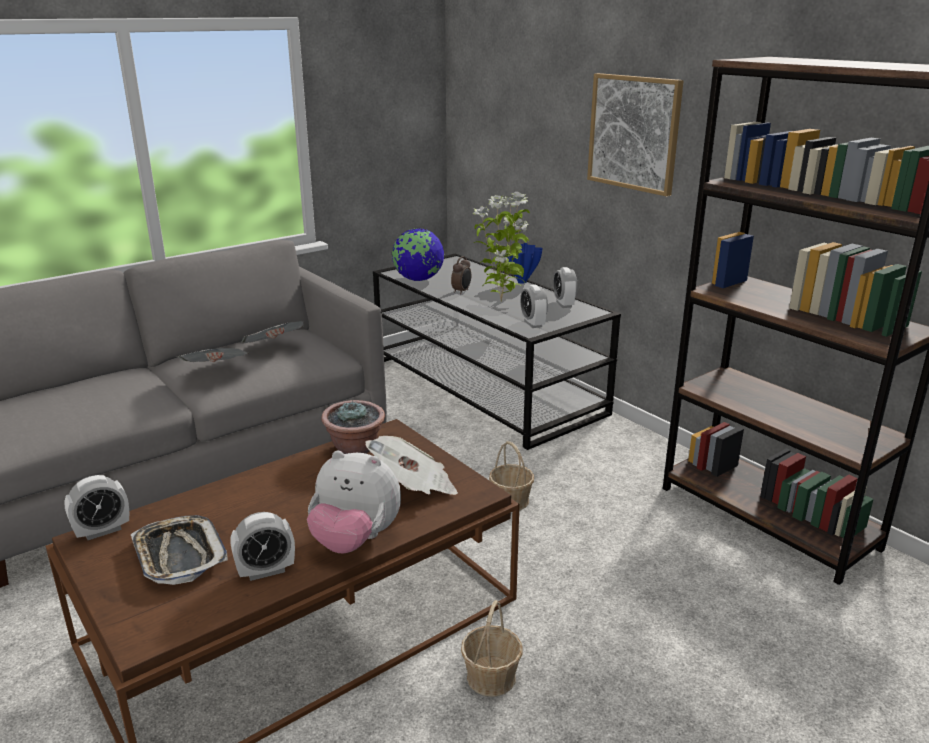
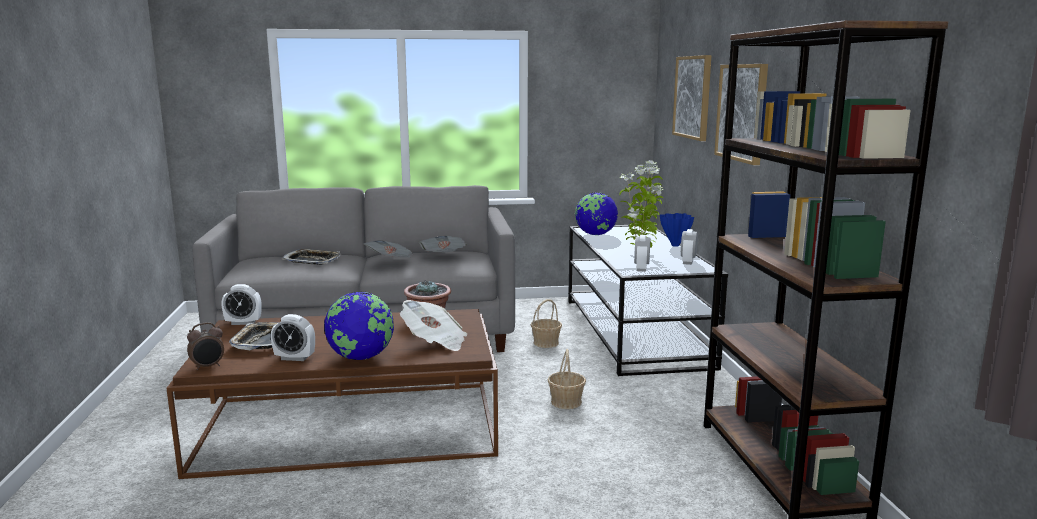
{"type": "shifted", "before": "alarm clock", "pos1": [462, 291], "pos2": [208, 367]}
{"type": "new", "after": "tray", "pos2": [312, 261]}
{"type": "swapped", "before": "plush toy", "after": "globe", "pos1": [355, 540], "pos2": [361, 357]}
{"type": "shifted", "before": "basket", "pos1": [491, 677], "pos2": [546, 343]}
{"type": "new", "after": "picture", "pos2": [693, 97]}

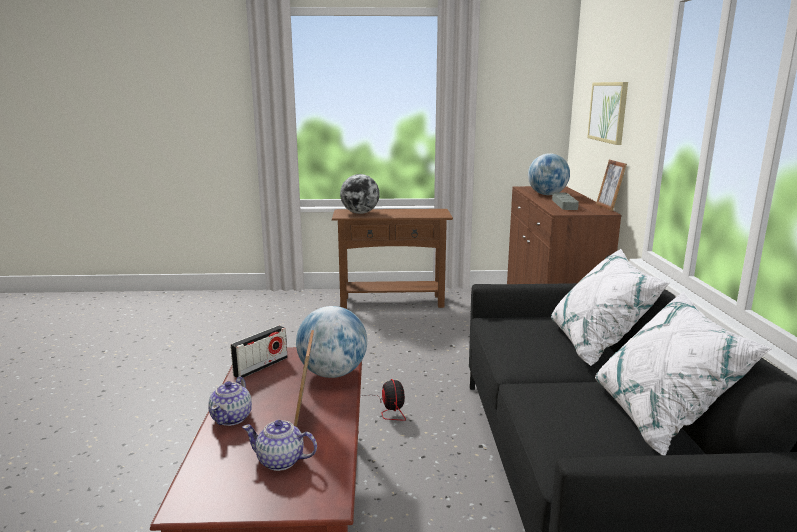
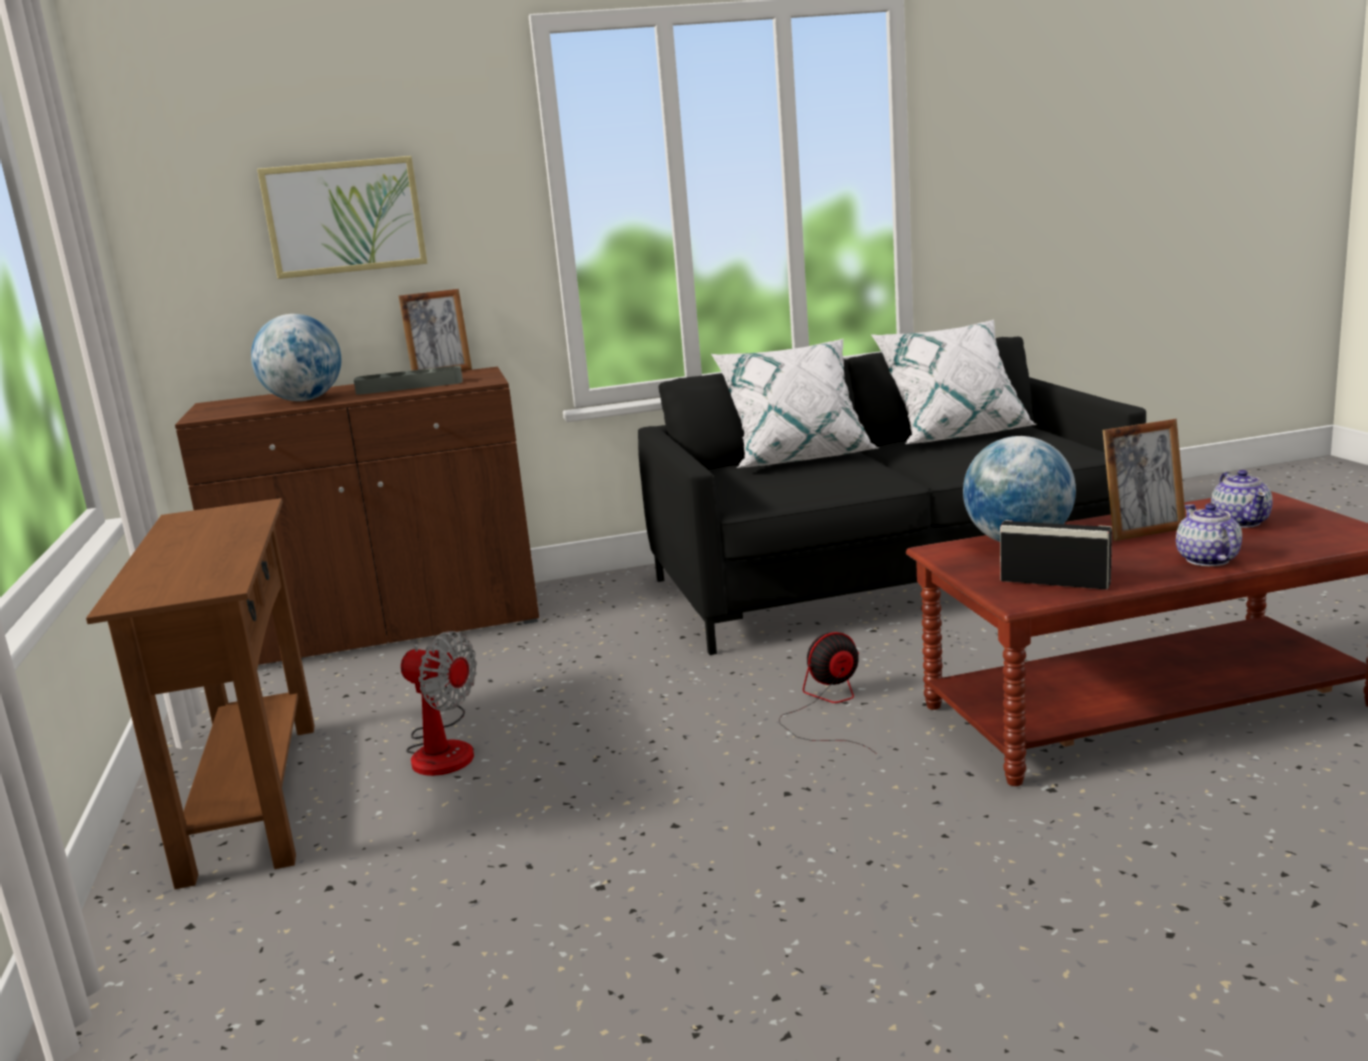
{"type": "new", "after": "fan", "pos2": [443, 749]}
{"type": "rotated", "before": "teapot", "pos1": [232, 418], "pos2": [1207, 560], "turn": -90}
{"type": "gone", "before": "globe", "pos1": [360, 213]}

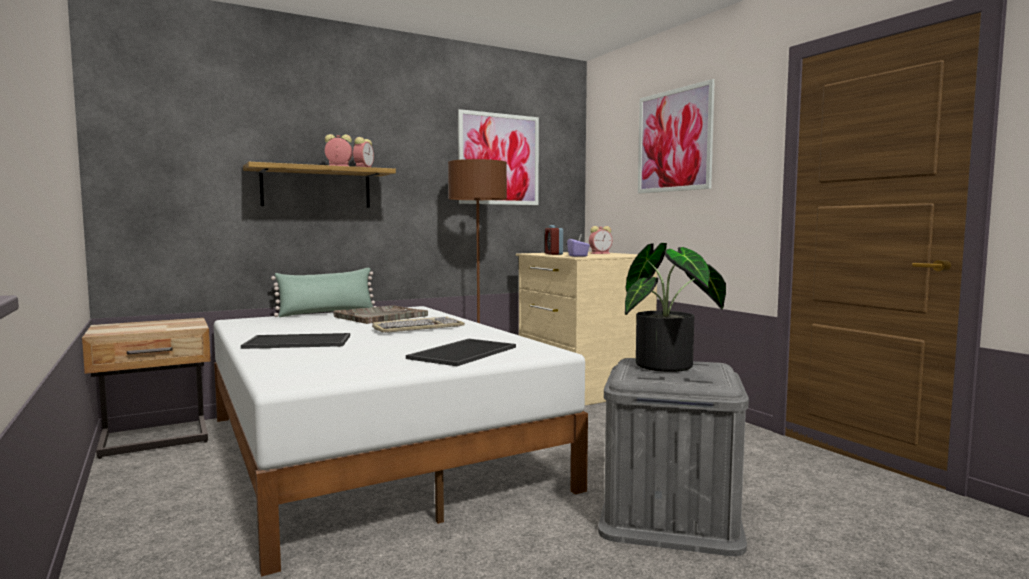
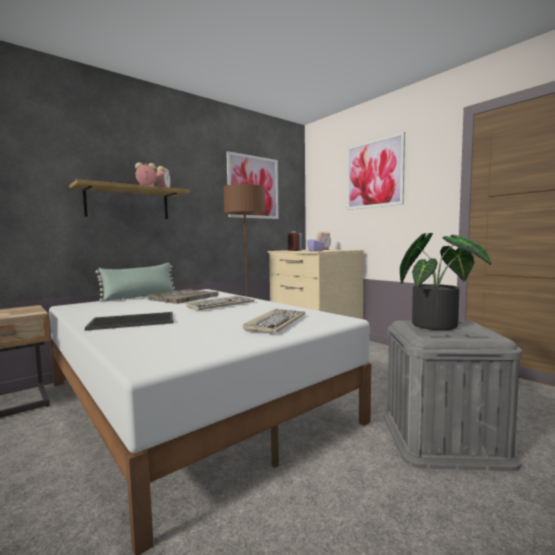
{"type": "swapped", "before": "tray", "after": "keyboard", "pos1": [462, 352], "pos2": [276, 323]}

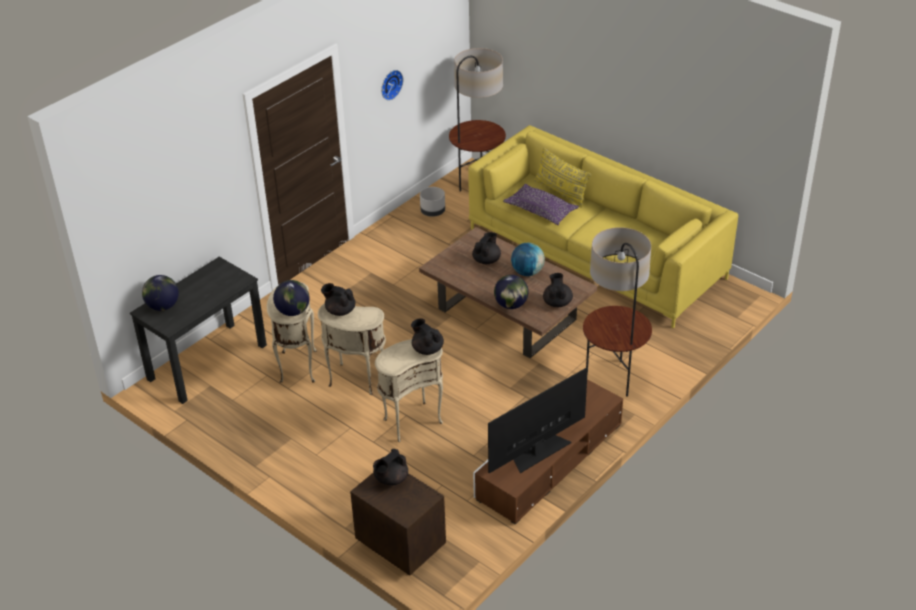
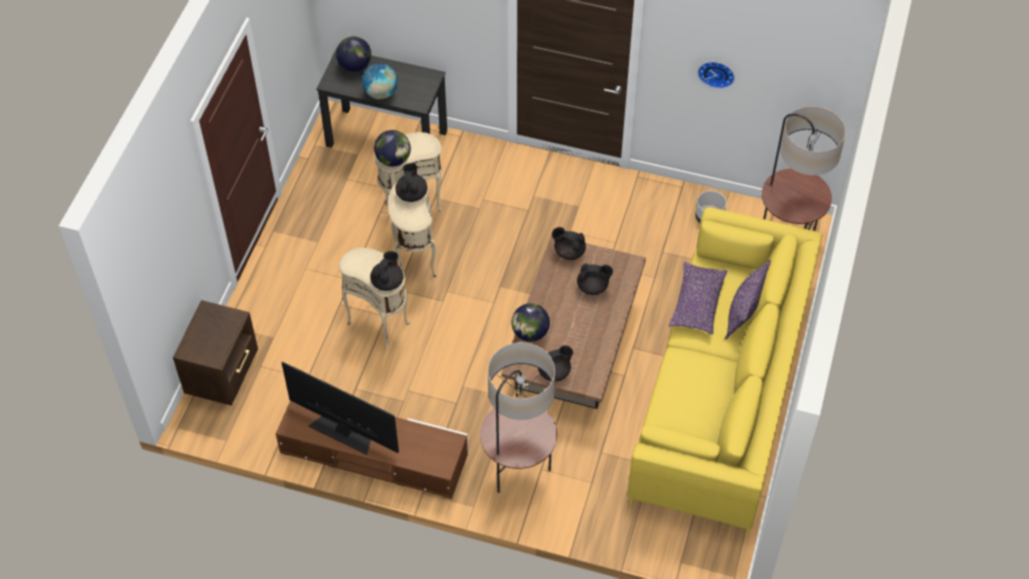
{"type": "shifted", "before": "globe", "pos1": [527, 272], "pos2": [381, 93]}
{"type": "shifted", "before": "teapot/black", "pos1": [390, 479], "pos2": [569, 251]}
{"type": "repainted", "before": "pillow/yellow", "after": "pillow/purple", "pos1": [561, 192], "pos2": [744, 311]}

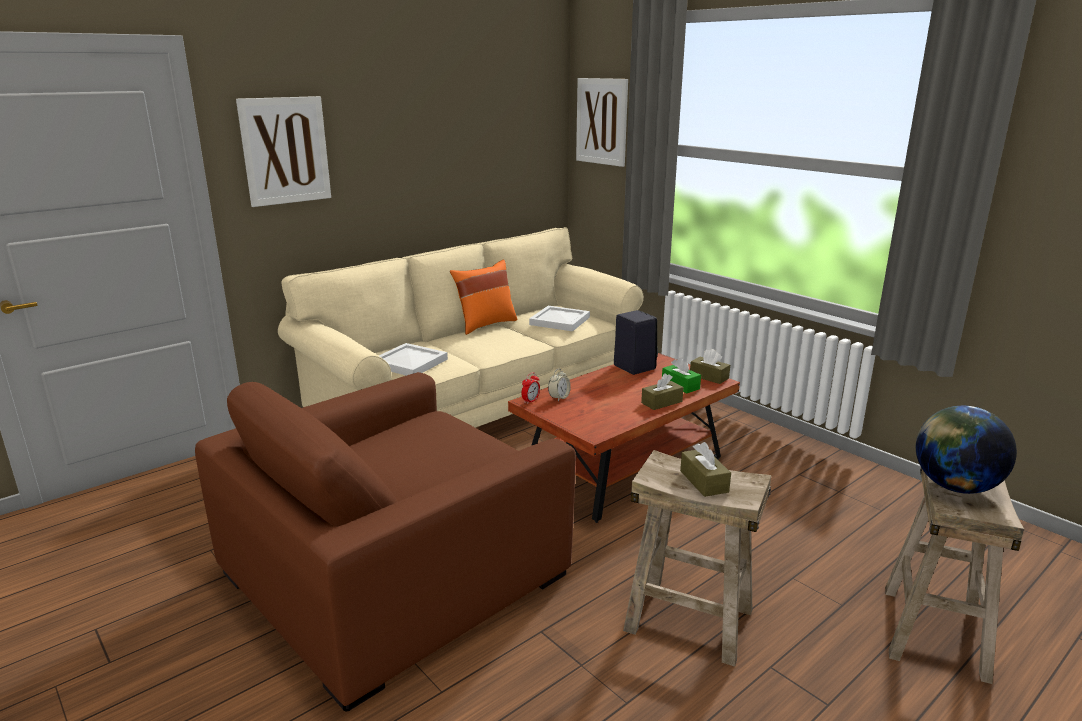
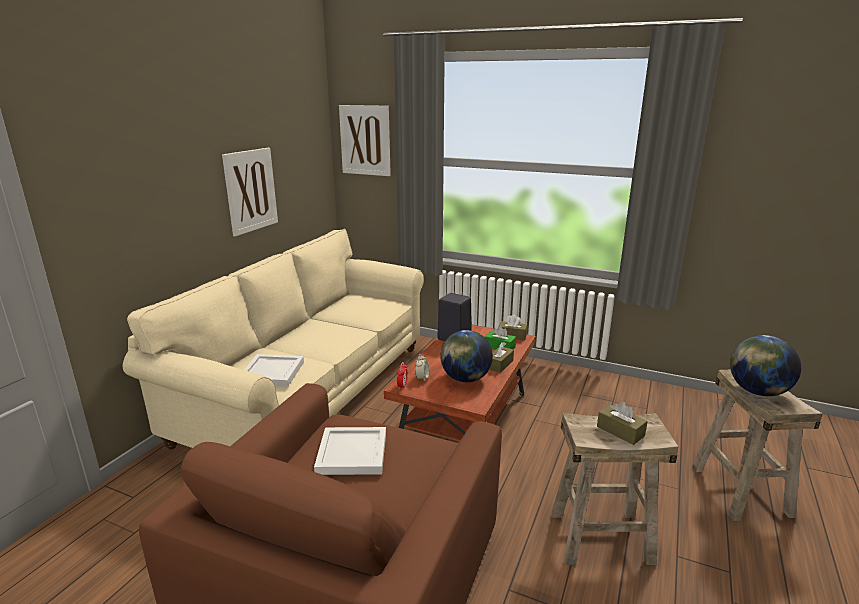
{"type": "shifted", "before": "picture", "pos1": [285, 151], "pos2": [250, 190]}
{"type": "shifted", "before": "tray/white", "pos1": [560, 321], "pos2": [353, 454]}
{"type": "new", "after": "globe", "pos2": [465, 378]}
{"type": "gone", "before": "pillow/orange", "pos1": [485, 324]}

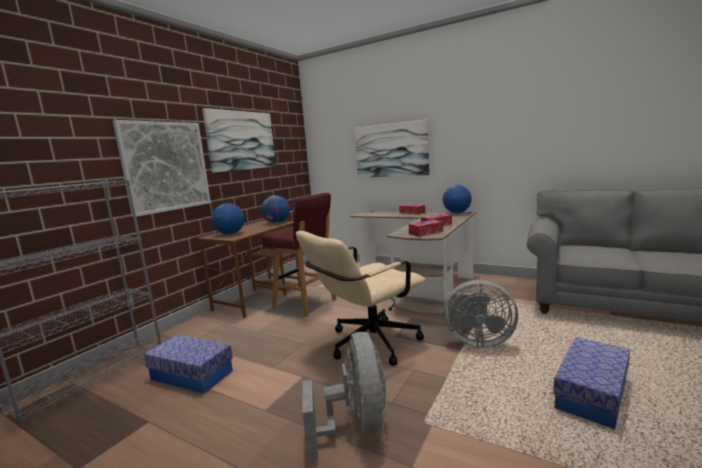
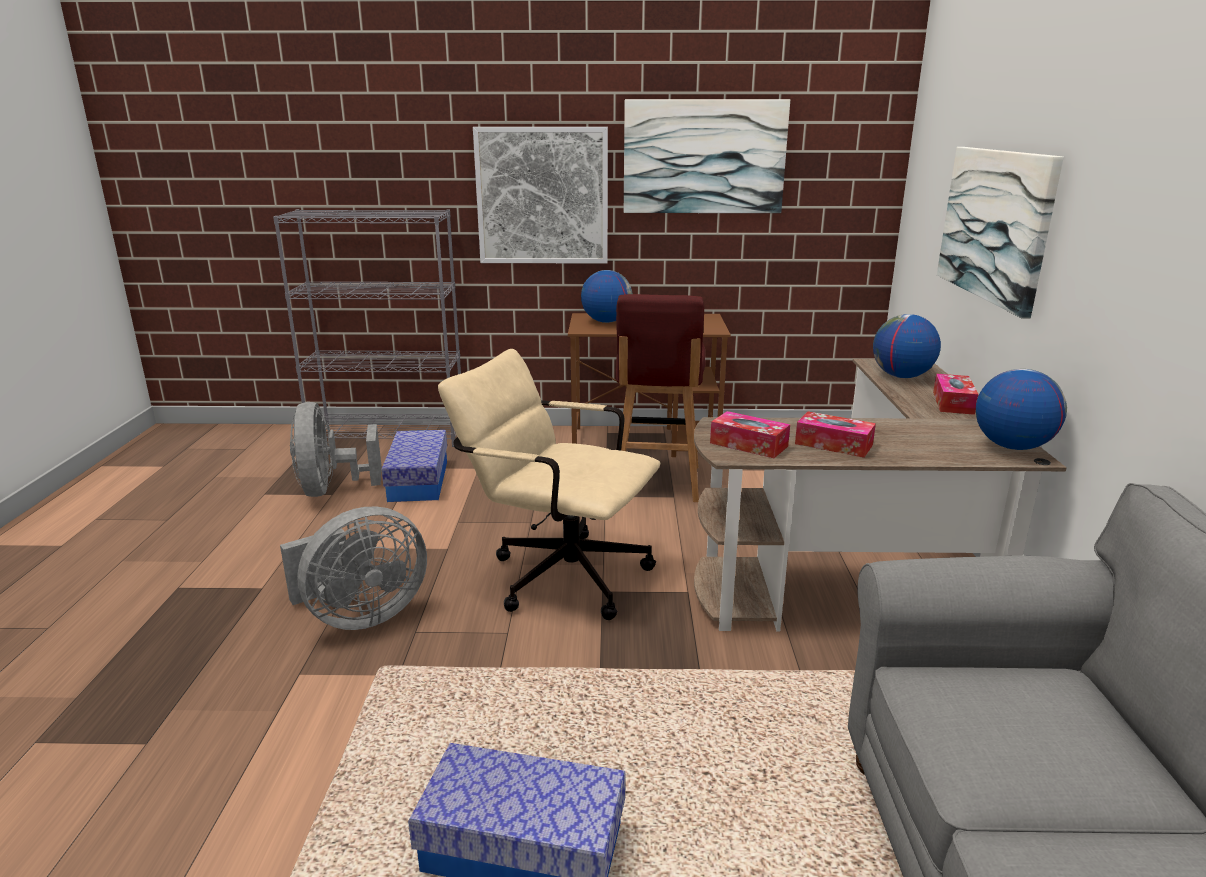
{"type": "shifted", "before": "fan/grey", "pos1": [476, 341], "pos2": [331, 489]}
{"type": "shifted", "before": "globe", "pos1": [277, 222], "pos2": [901, 376]}

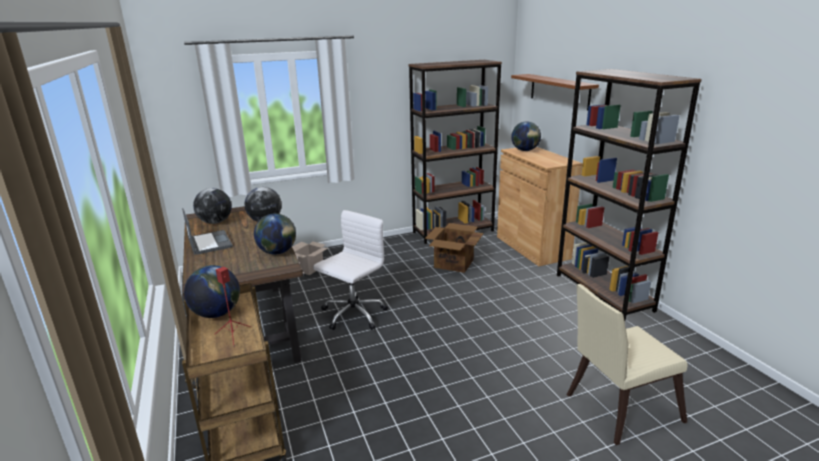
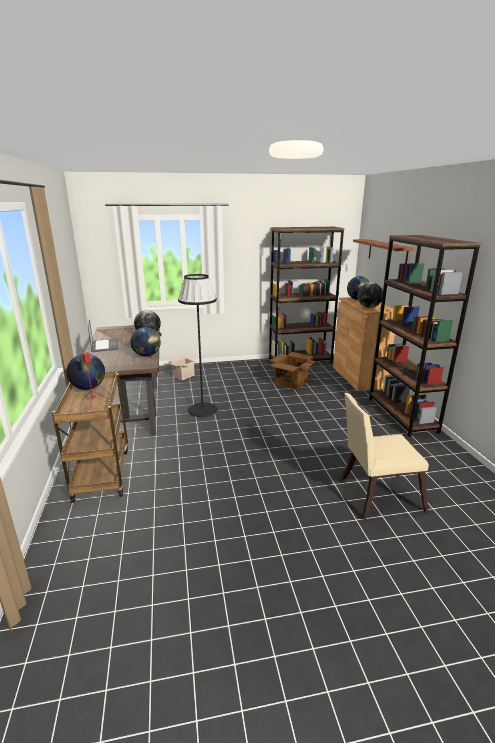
{"type": "swapped", "before": "office chair/white", "after": "floor lamp/black", "pos1": [353, 315], "pos2": [202, 410]}
{"type": "shifted", "before": "globe", "pos1": [215, 222], "pos2": [368, 307]}

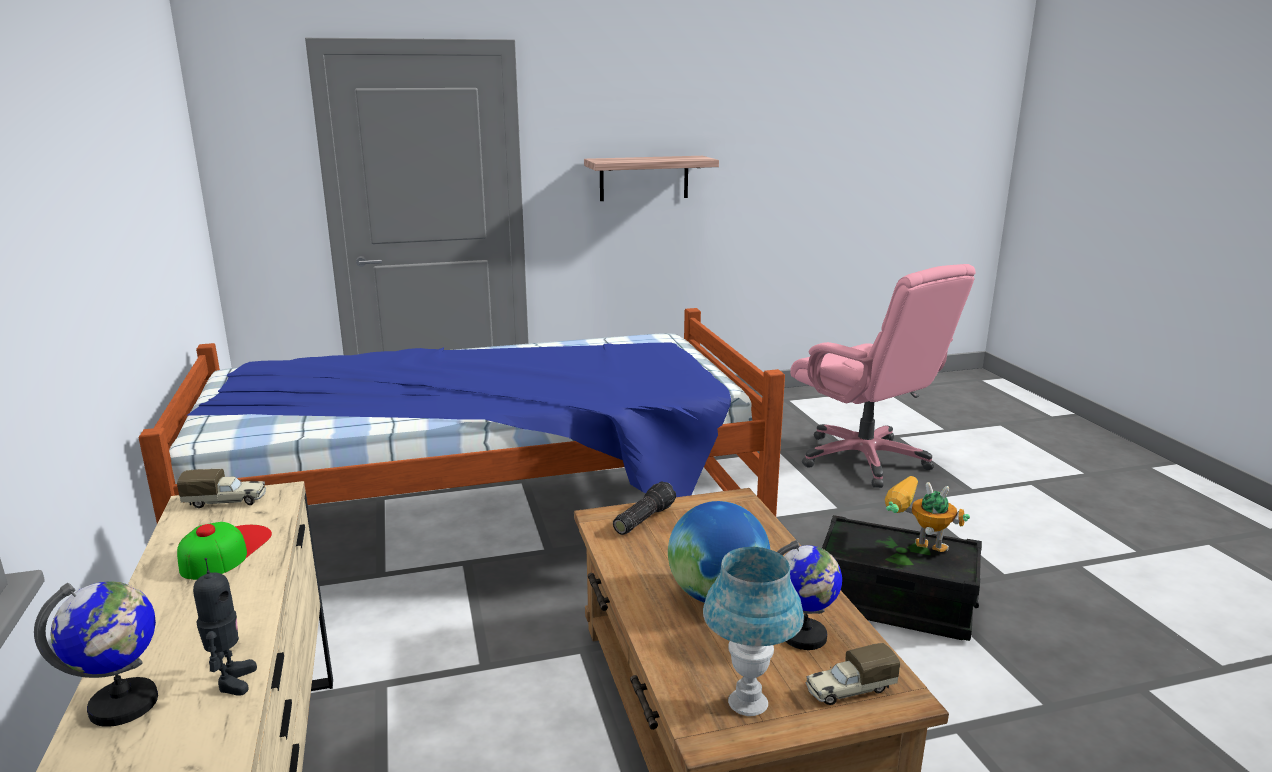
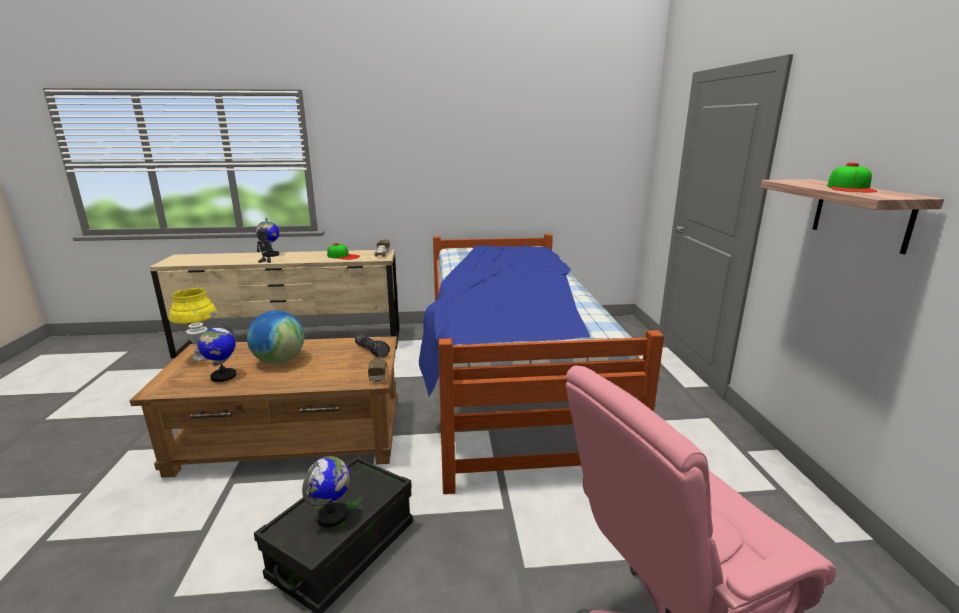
{"type": "repainted", "before": "table lamp/blue", "after": "table lamp/yellow", "pos1": [748, 703], "pos2": [202, 357]}
{"type": "swapped", "before": "toy robot", "after": "globe", "pos1": [915, 550], "pos2": [332, 516]}
{"type": "shifted", "before": "toy truck", "pos1": [849, 690], "pos2": [378, 374]}
{"type": "new", "after": "cap", "pos2": [850, 188]}

